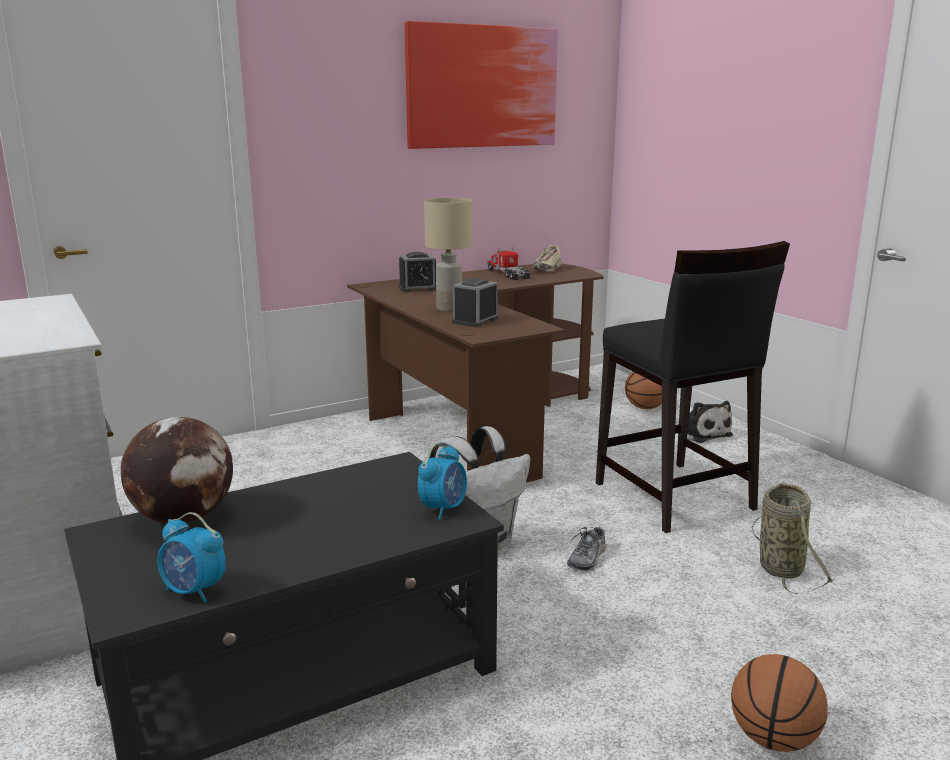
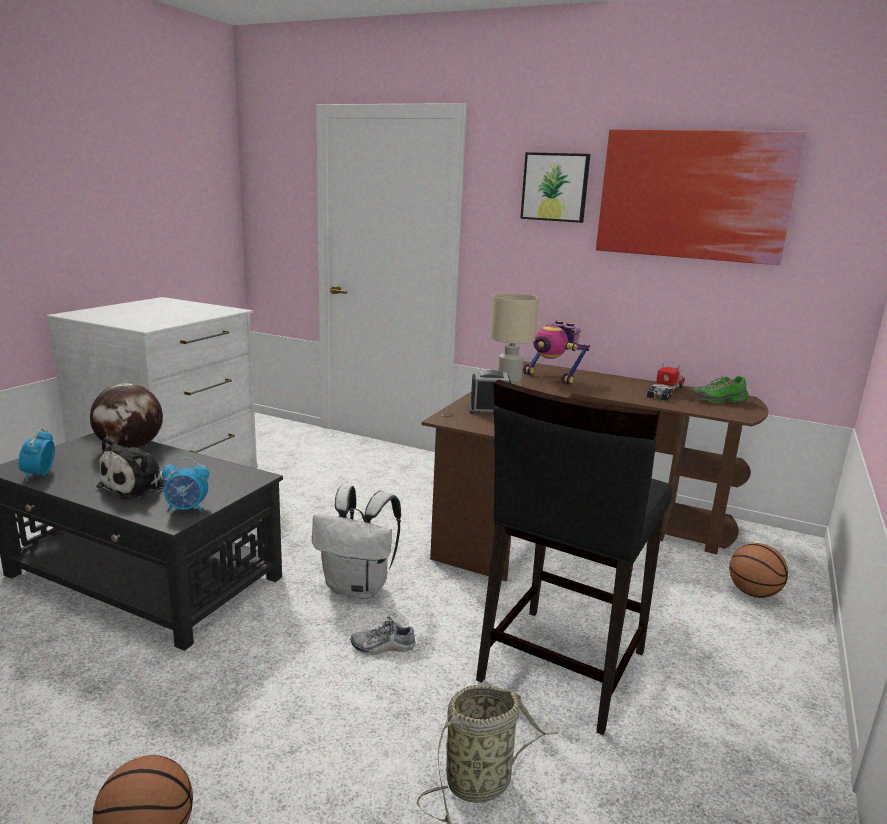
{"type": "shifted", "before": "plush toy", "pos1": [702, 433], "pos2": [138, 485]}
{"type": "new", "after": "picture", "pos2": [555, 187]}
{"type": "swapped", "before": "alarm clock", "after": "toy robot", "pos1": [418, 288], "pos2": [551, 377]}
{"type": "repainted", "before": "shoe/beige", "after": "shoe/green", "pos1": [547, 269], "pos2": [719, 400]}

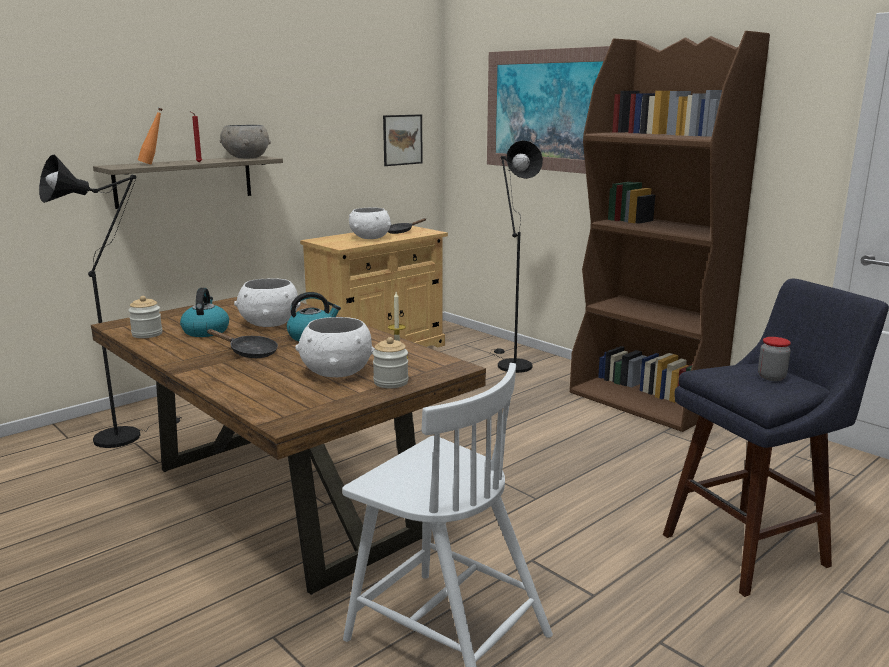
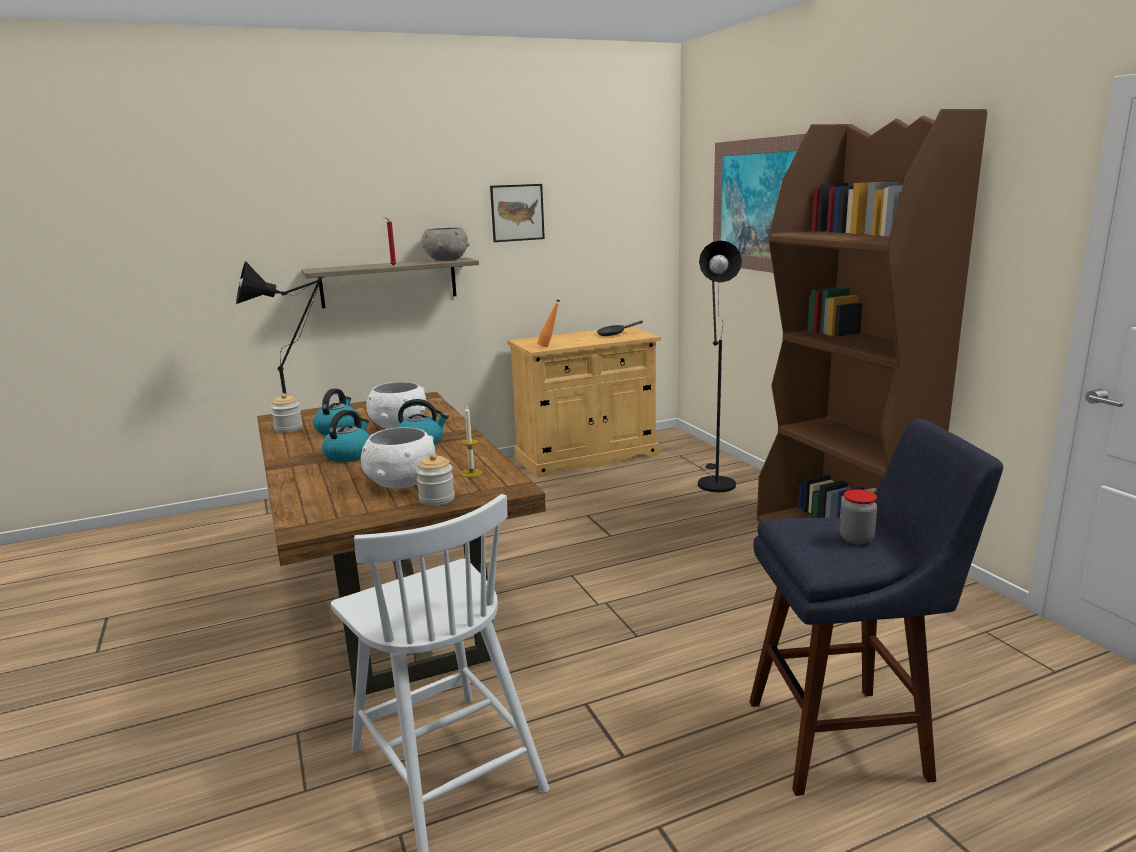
{"type": "swapped", "before": "frying pan/black", "after": "kettle", "pos1": [249, 353], "pos2": [349, 455]}
{"type": "shifted", "before": "picture", "pos1": [402, 140], "pos2": [517, 212]}
{"type": "shifted", "before": "bottle/orange", "pos1": [153, 164], "pos2": [549, 346]}
{"type": "gone", "before": "bowl/white", "pos1": [370, 238]}

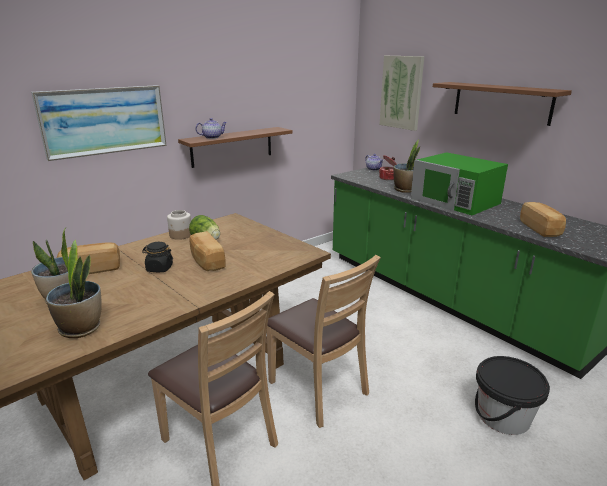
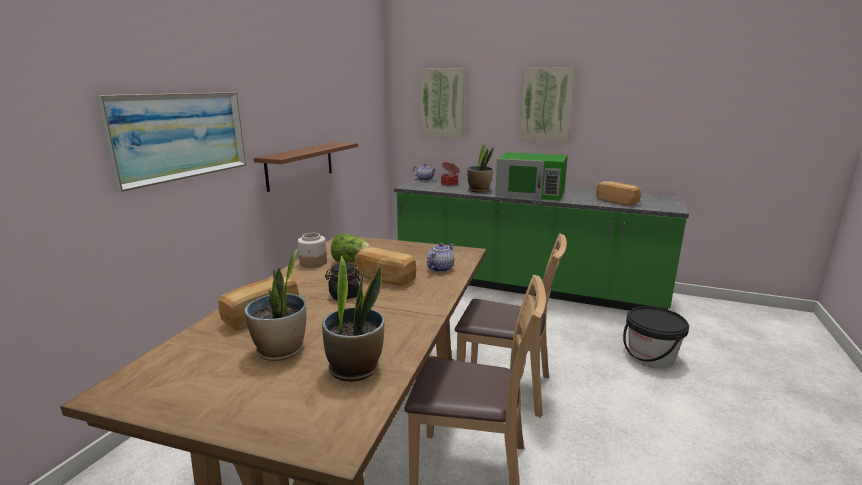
{"type": "shifted", "before": "teapot", "pos1": [212, 137], "pos2": [440, 268]}
{"type": "swapped", "before": "shelf/brown", "after": "picture", "pos1": [501, 102], "pos2": [546, 105]}

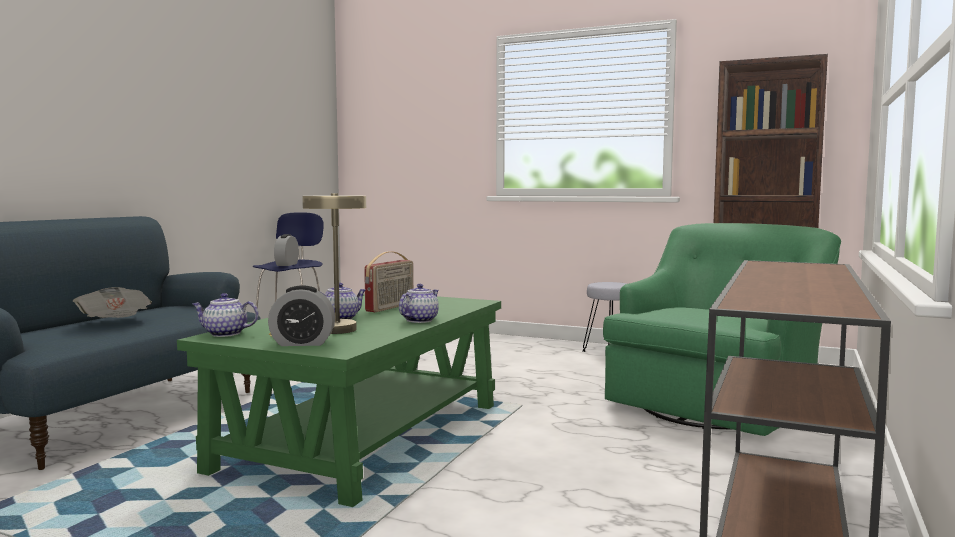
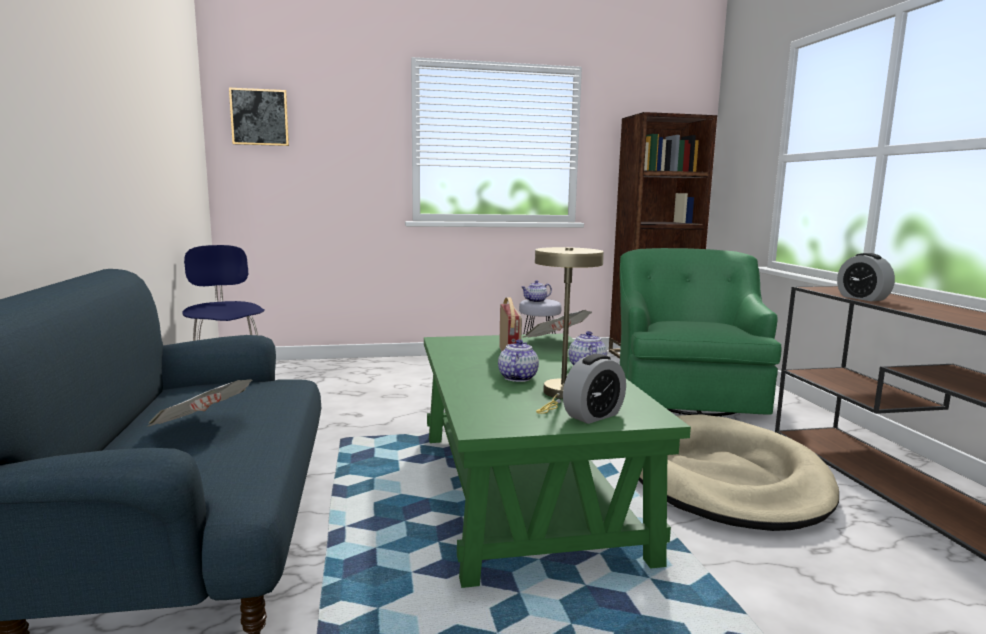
{"type": "new", "after": "picture", "pos2": [259, 117]}
{"type": "shifted", "before": "teapot", "pos1": [224, 334], "pos2": [535, 301]}
{"type": "new", "after": "newspaper", "pos2": [555, 342]}
{"type": "new", "after": "dog bed/beige", "pos2": [724, 478]}
{"type": "shifted", "before": "alarm clock", "pos1": [287, 264], "pos2": [862, 298]}

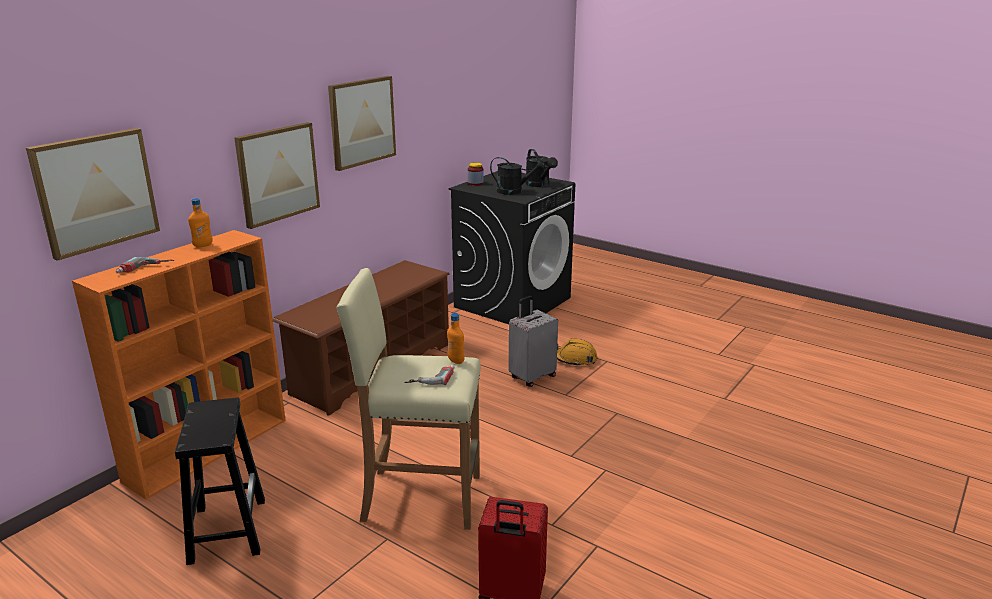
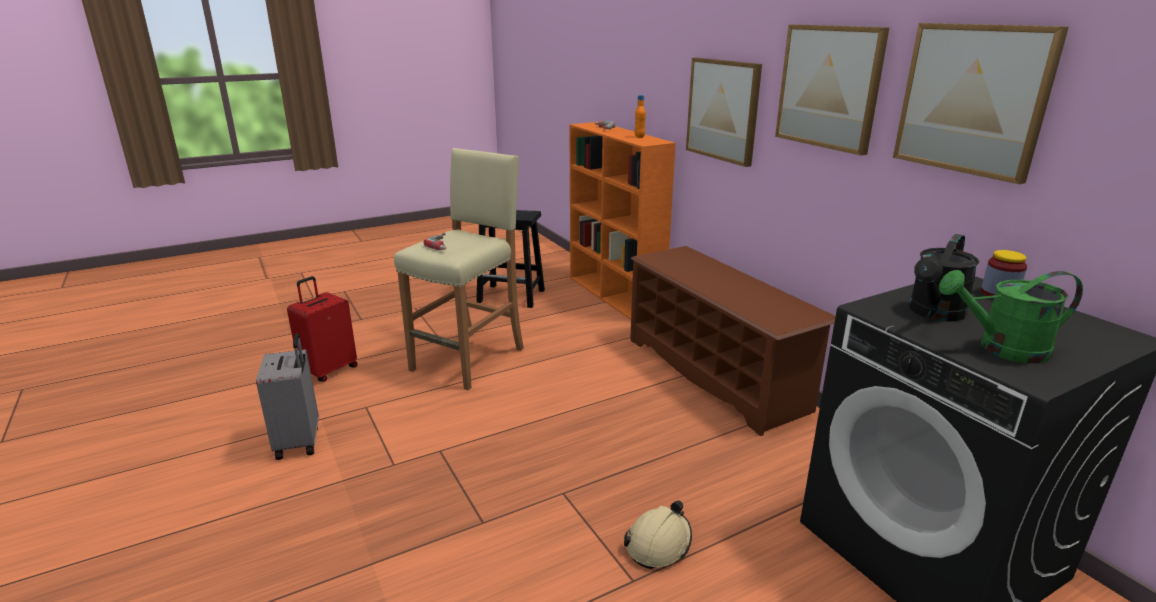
{"type": "shifted", "before": "suitcase/grey", "pos1": [532, 377], "pos2": [300, 442]}
{"type": "repainted", "before": "hard hat/orange", "after": "hard hat/beige", "pos1": [575, 359], "pos2": [658, 543]}
{"type": "shifted", "before": "picture", "pos1": [95, 191], "pos2": [973, 99]}
{"type": "repainted", "before": "watering can/black", "after": "watering can/green", "pos1": [539, 185], "pos2": [1002, 349]}
{"type": "gone", "before": "bottle/orange", "pos1": [456, 361]}

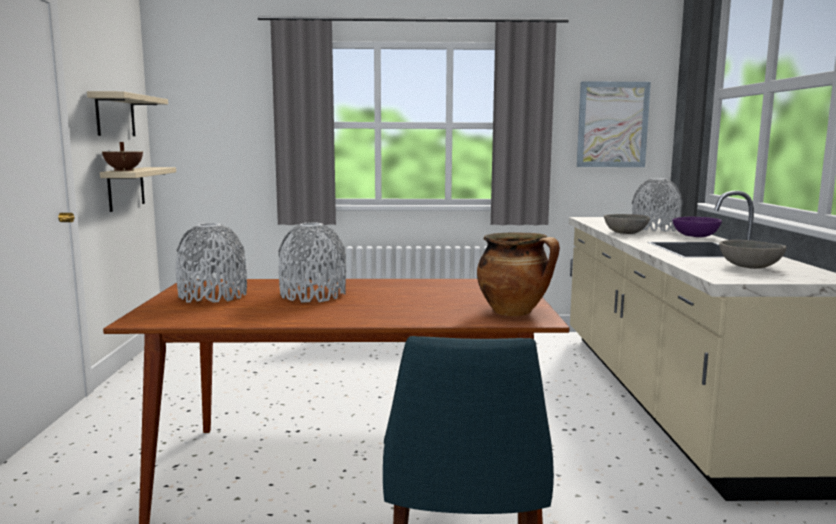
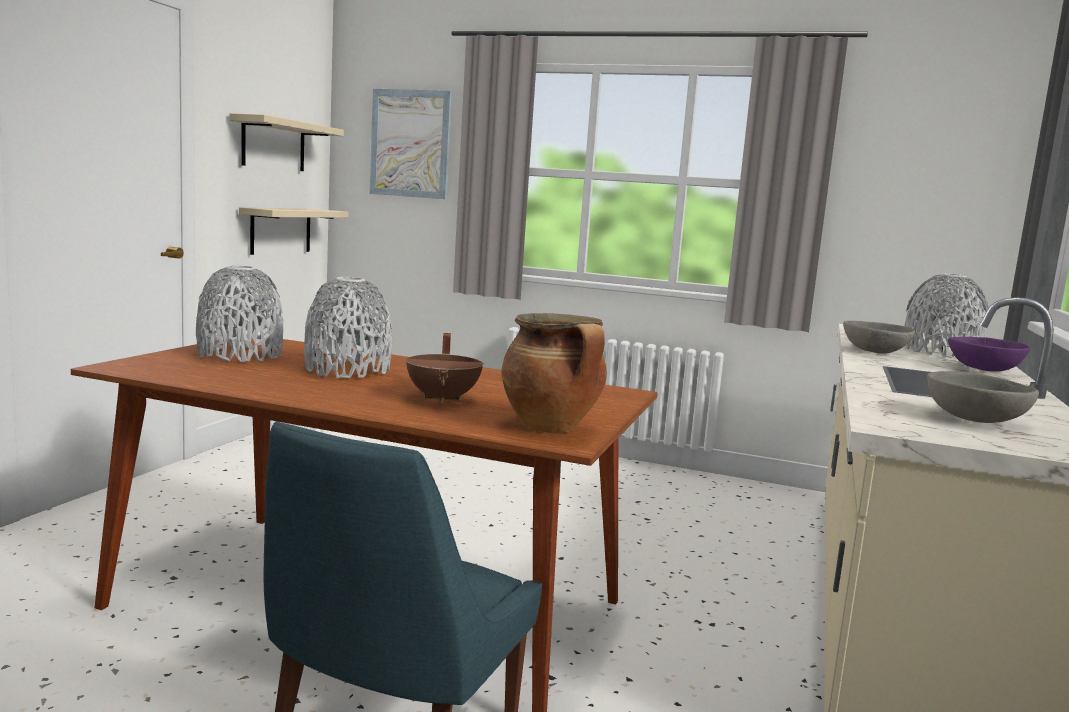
{"type": "shifted", "before": "picture", "pos1": [612, 124], "pos2": [410, 144]}
{"type": "shifted", "before": "cooking pot/brown", "pos1": [125, 170], "pos2": [444, 398]}

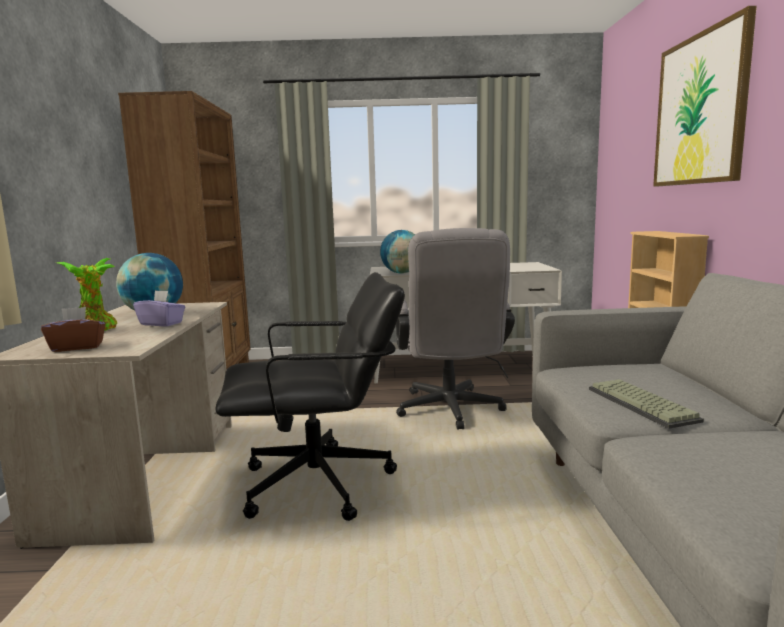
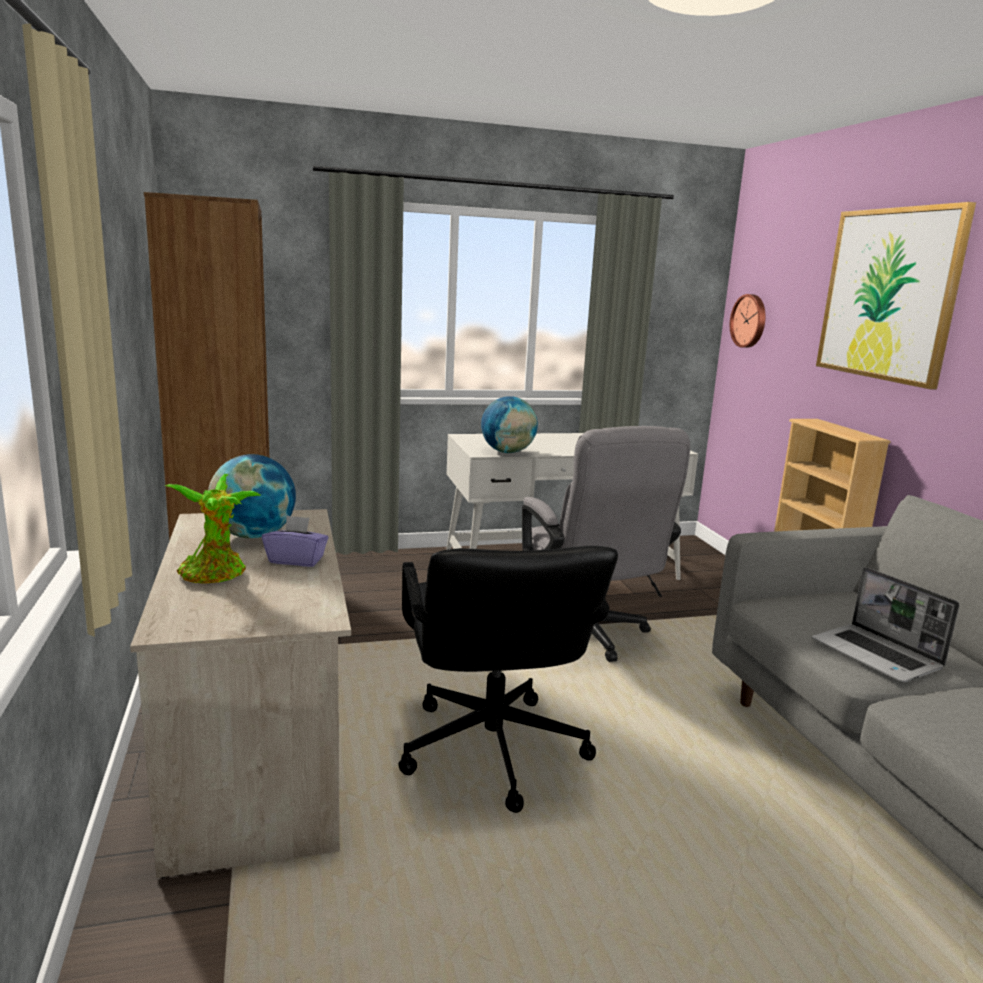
{"type": "rotated", "before": "office chair/black", "pos1": [319, 484], "pos2": [491, 750], "turn": 105}
{"type": "new", "after": "wall clock", "pos2": [749, 321]}
{"type": "swapped", "before": "keyboard", "after": "laptop", "pos1": [643, 404], "pos2": [877, 655]}
{"type": "gone", "before": "tissue box/brown", "pos1": [78, 347]}

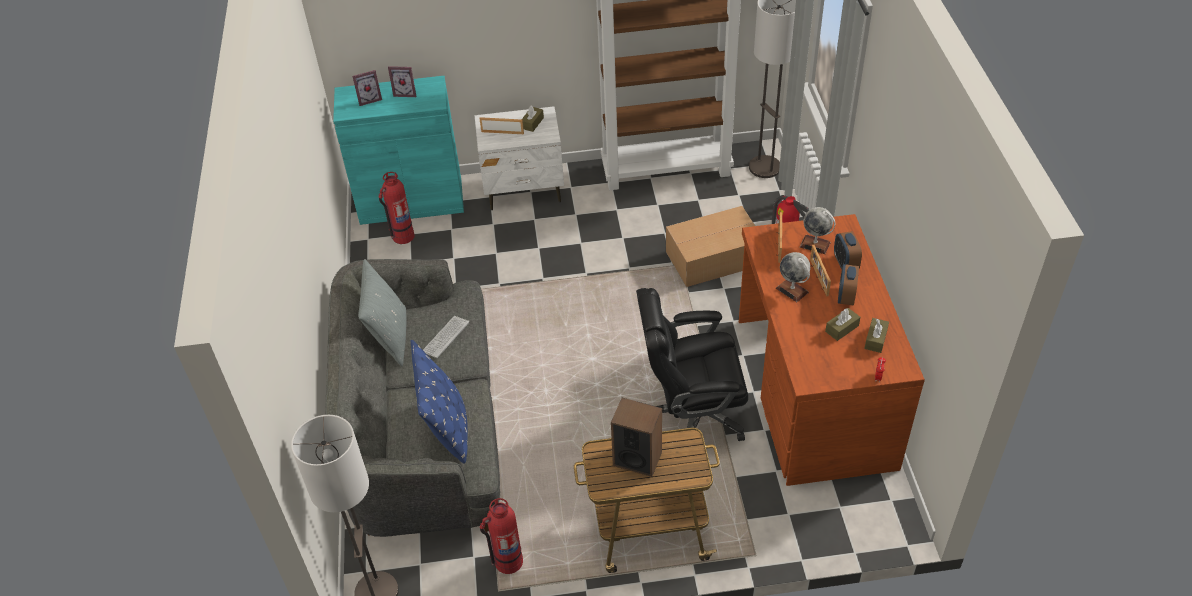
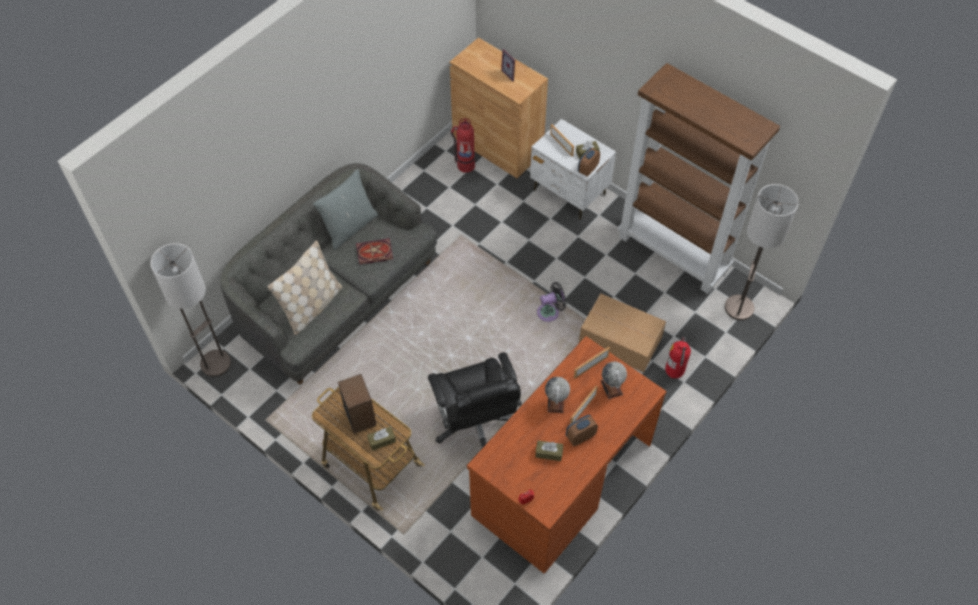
{"type": "repainted", "before": "pillow/blue", "after": "pillow/beige", "pos1": [446, 427], "pos2": [312, 306]}
{"type": "swapped", "before": "keyboard", "after": "book", "pos1": [445, 337], "pos2": [373, 253]}
{"type": "shifted", "before": "tissue box/brown", "pos1": [875, 339], "pos2": [382, 440]}
{"type": "rotated", "before": "office chair/black", "pos1": [691, 415], "pos2": [476, 424], "turn": -150}
{"type": "repainted", "before": "cabinet/turquoise", "after": "cabinet/brown", "pos1": [411, 201], "pos2": [497, 145]}
{"type": "new", "after": "fan/black", "pos2": [550, 312]}
{"type": "shifted", "before": "alarm clock", "pos1": [845, 263], "pos2": [587, 169]}
{"type": "gone", "before": "picture frame", "pos1": [369, 99]}
{"type": "gone", "before": "fire extinguisher", "pos1": [508, 562]}

